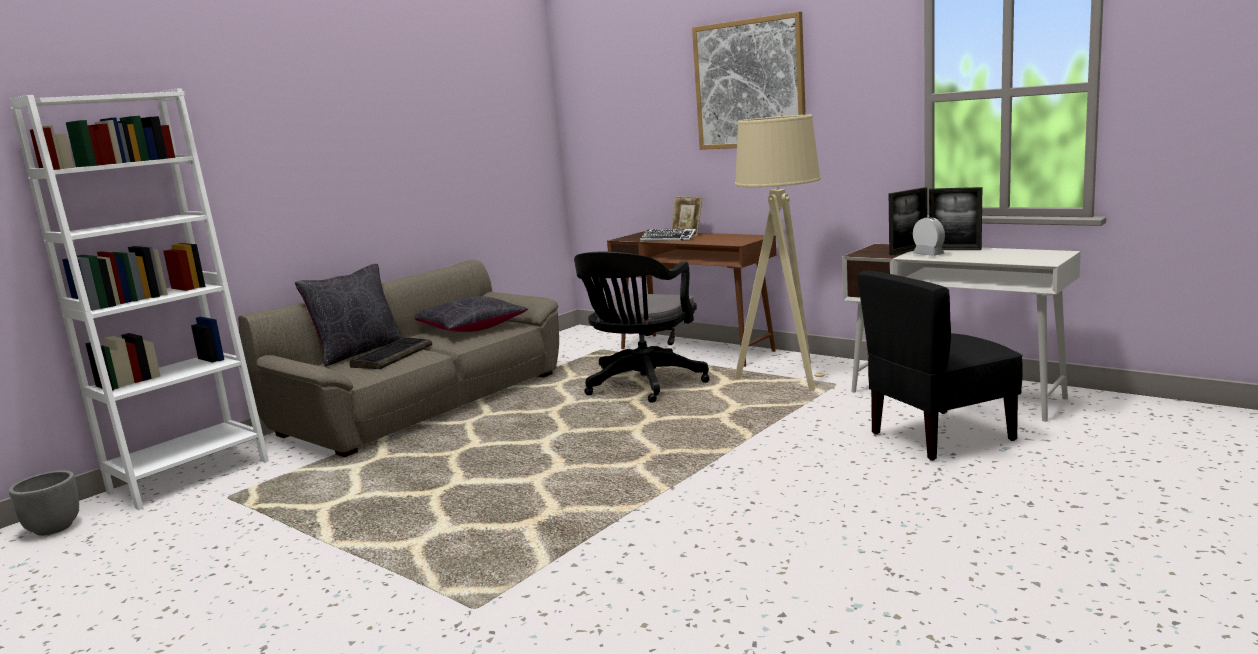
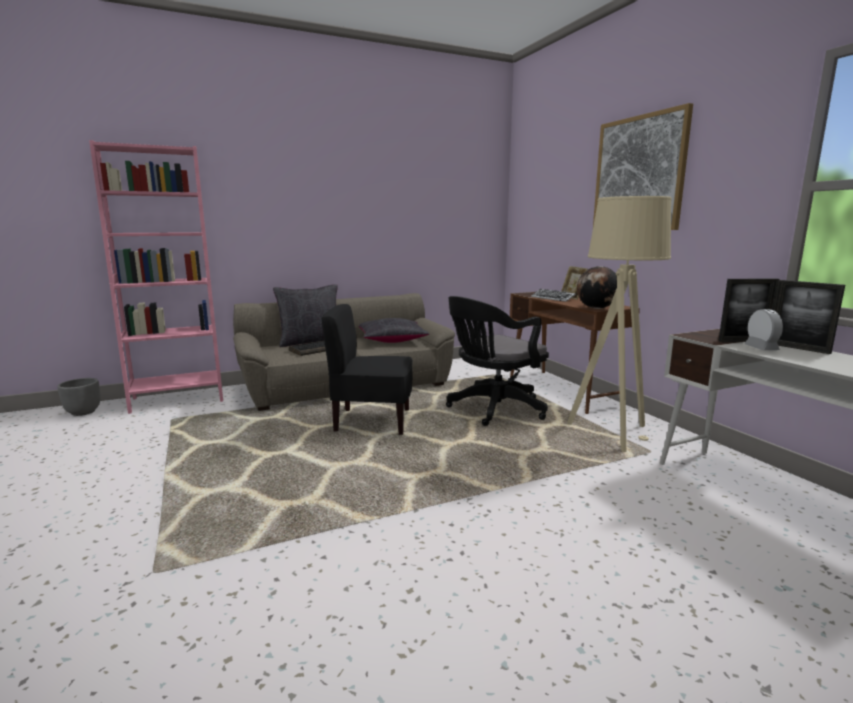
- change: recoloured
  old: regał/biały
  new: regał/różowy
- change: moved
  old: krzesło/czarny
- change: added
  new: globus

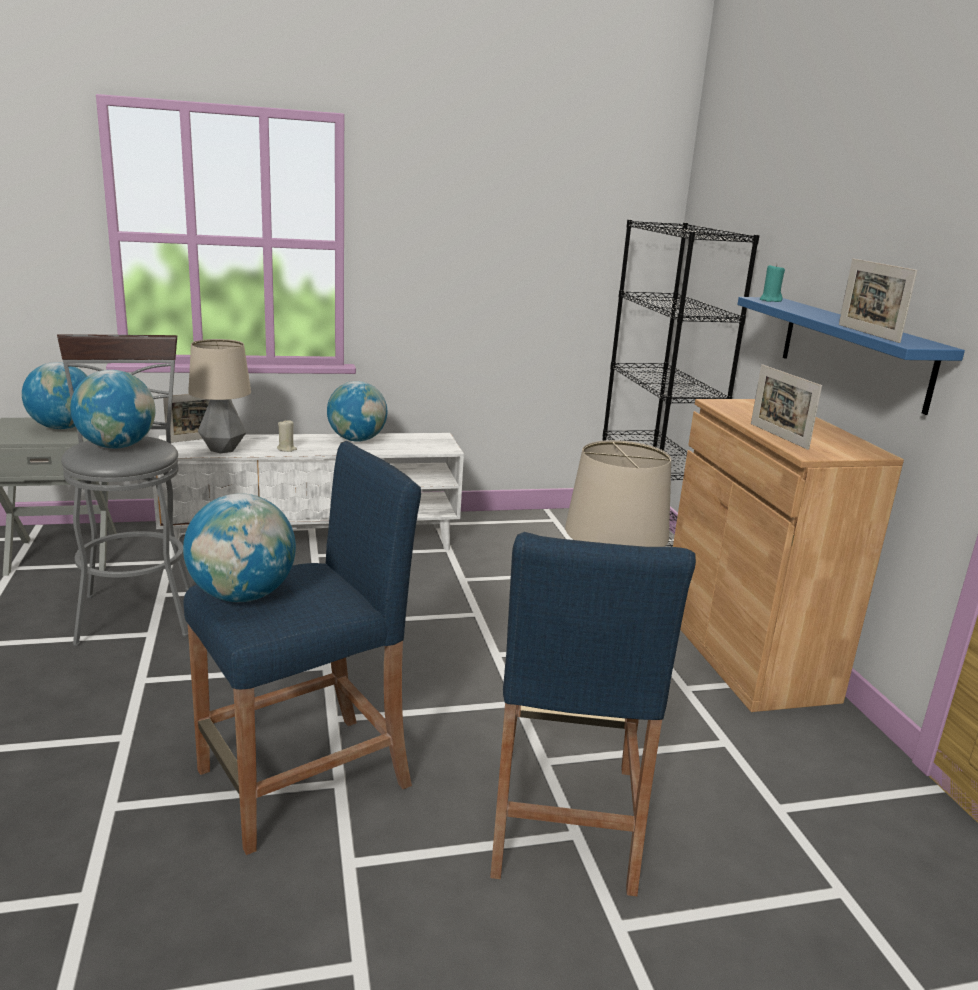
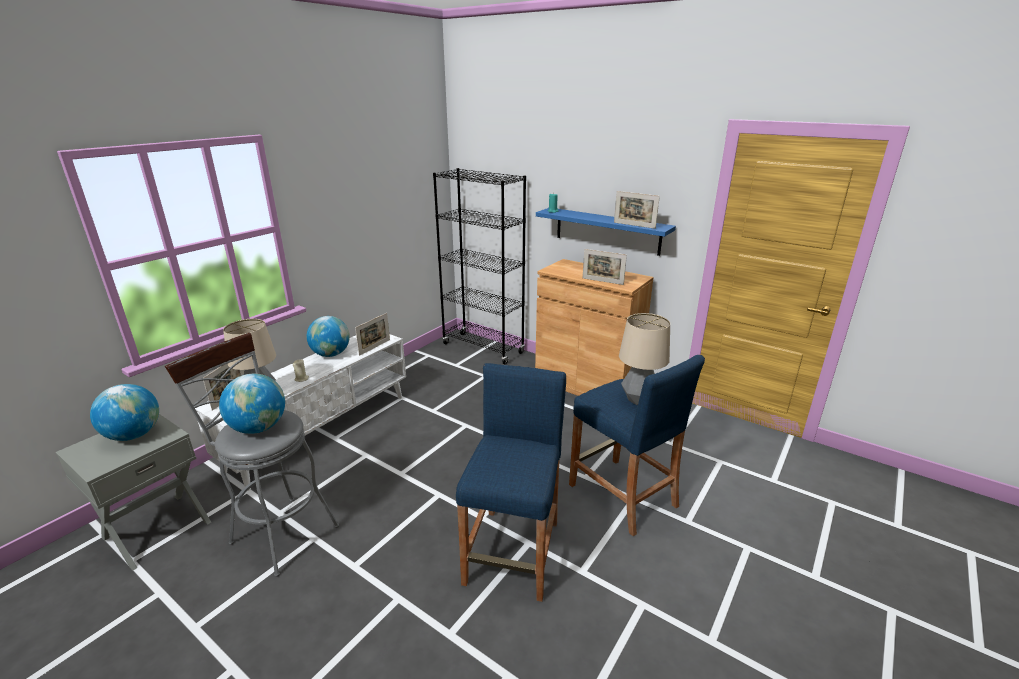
- change: removed
  old: globus (3rd from left)
- change: added
  new: ramka na zdjęcie (2nd from left)

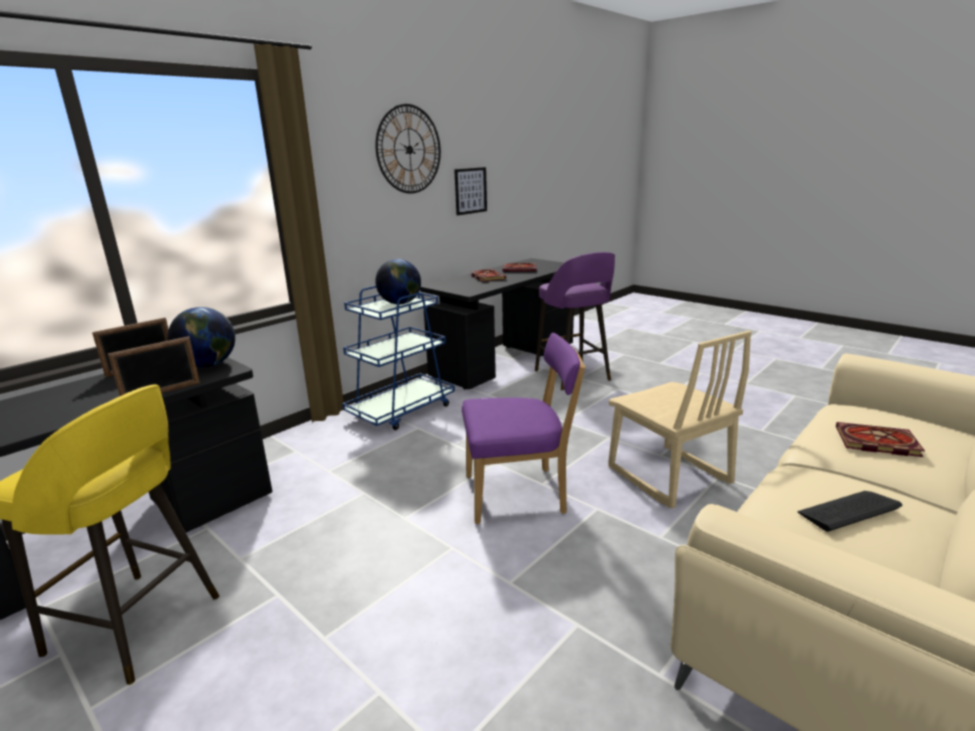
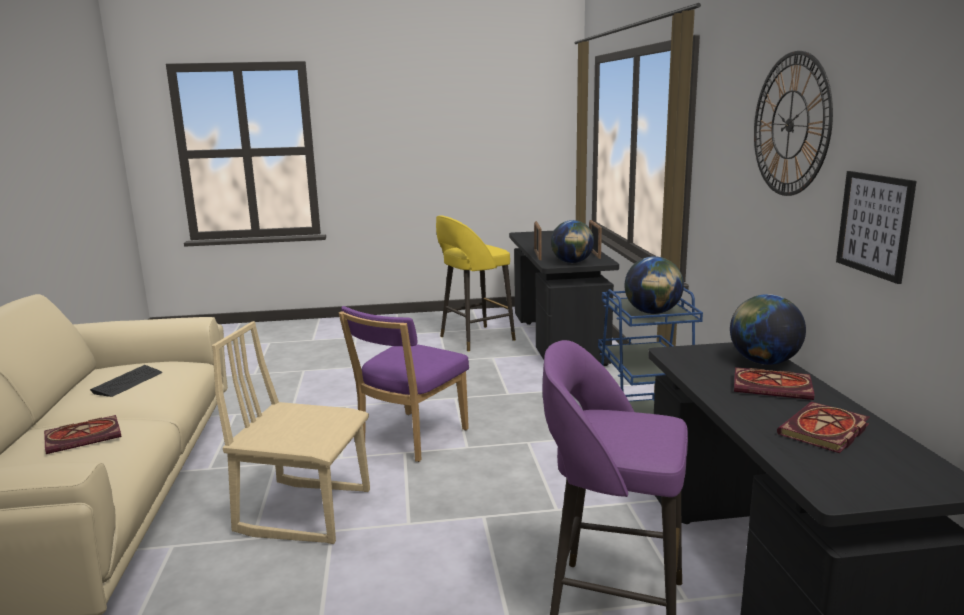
- change: added
  new: globus (3rd from left)

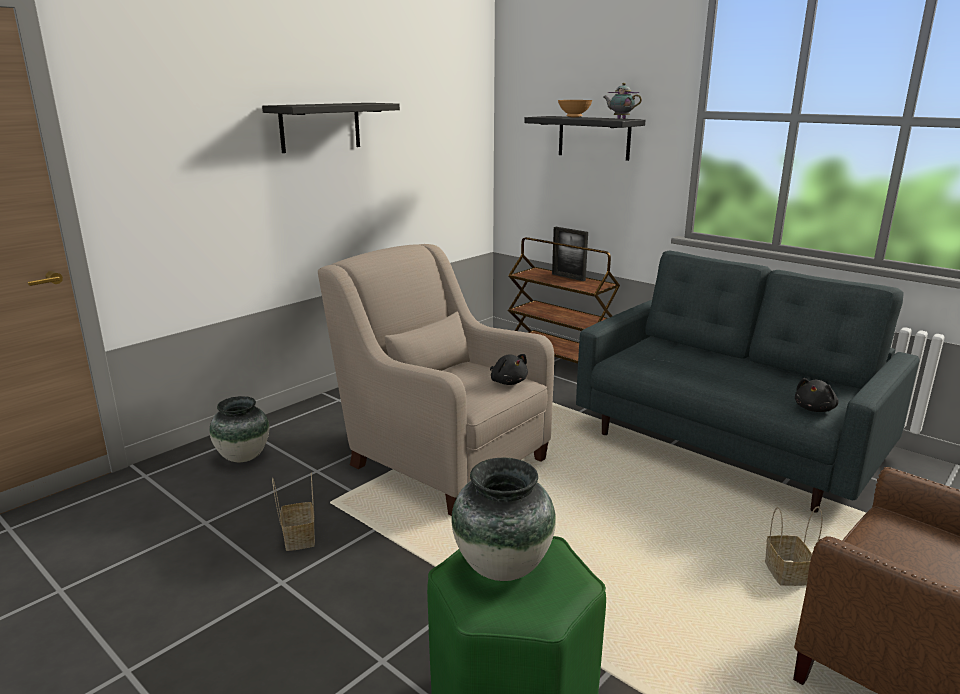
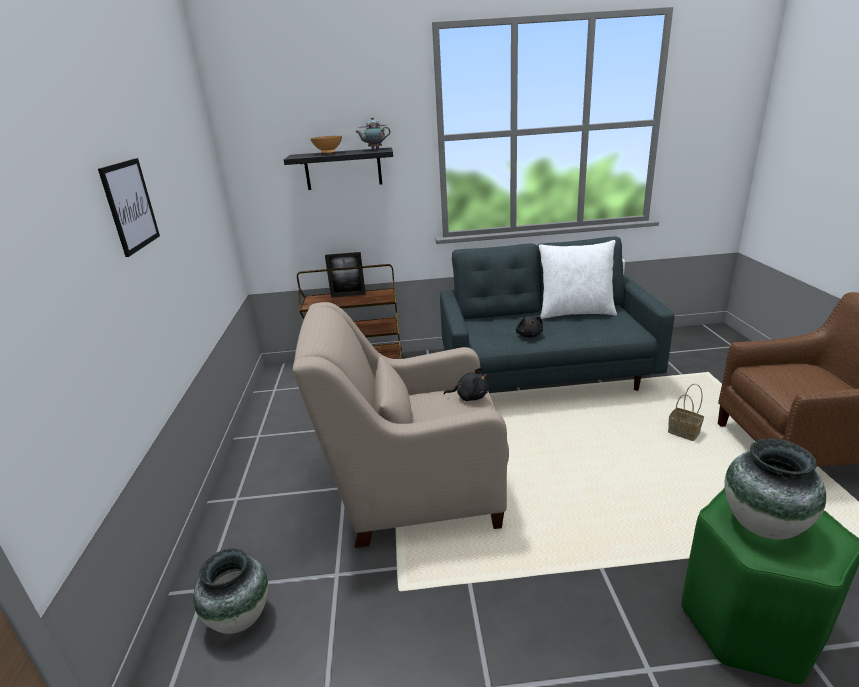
- change: replaced
  old: półka/czarny (1st from left)
  new: obraz
- change: removed
  old: koszyk (1st from left)
- change: moved
  old: pluszak/czarny (2nd from left)
- change: added
  new: poduszka/biały

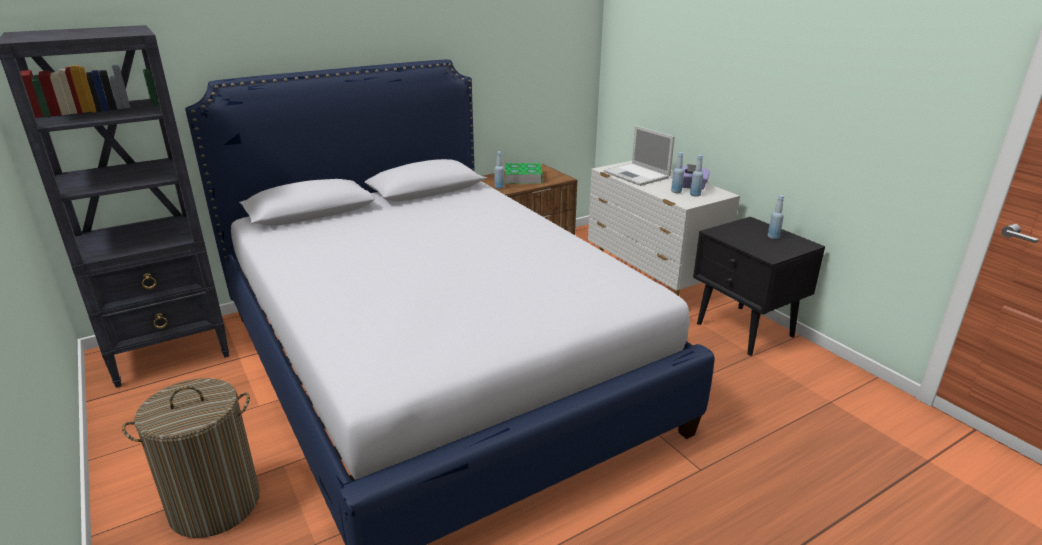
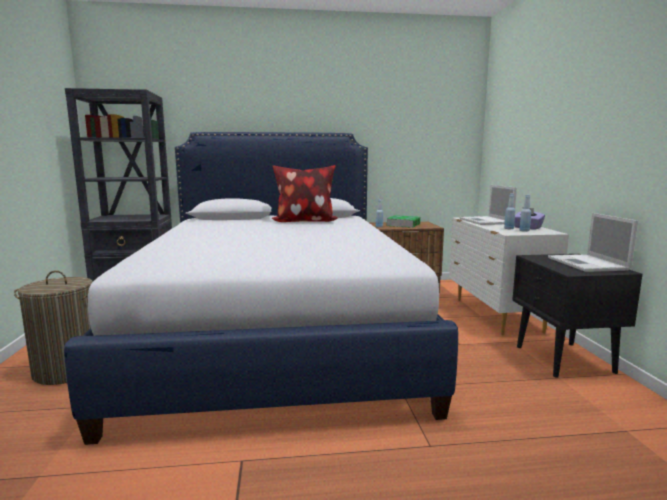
- change: replaced
  old: butelka/niebieski (4th from left)
  new: laptop (2nd from left)
- change: added
  new: poduszka

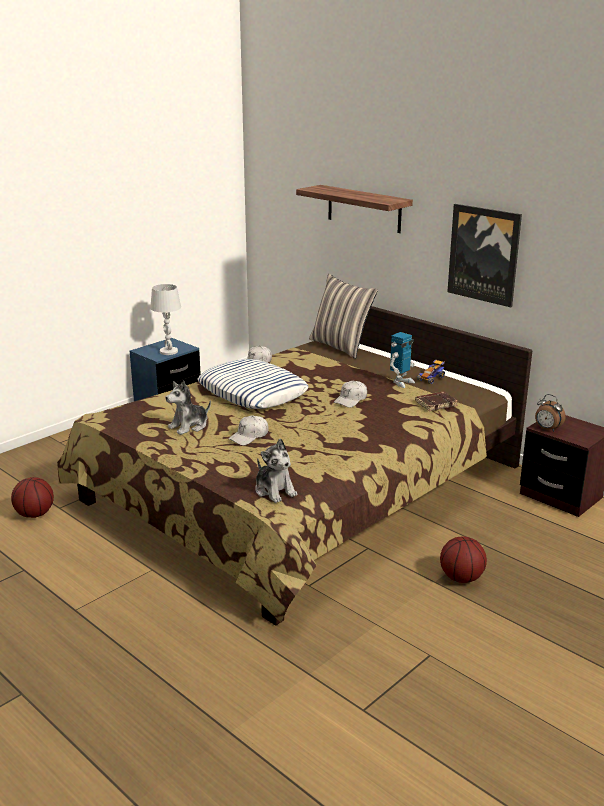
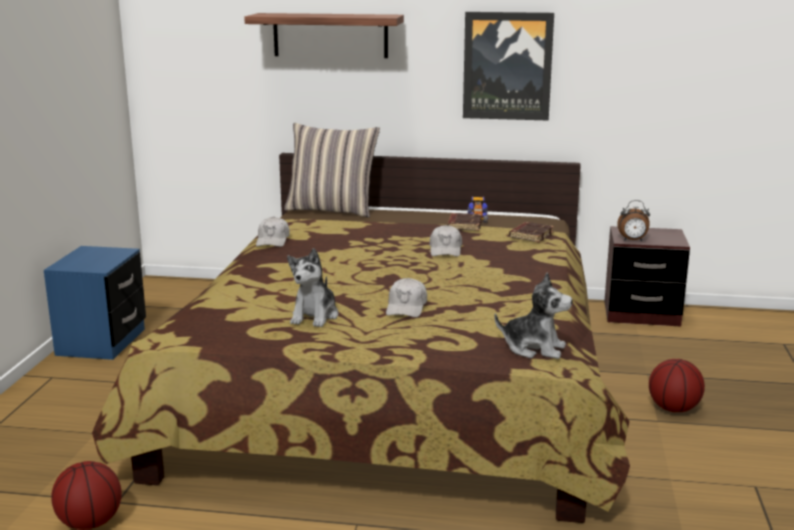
- change: removed
  old: lampa stołowa/biały
- change: removed
  old: poduszka (1st from left)
- change: replaced
  old: robot zabawkowy
  new: książka/brązowy (1st from left)

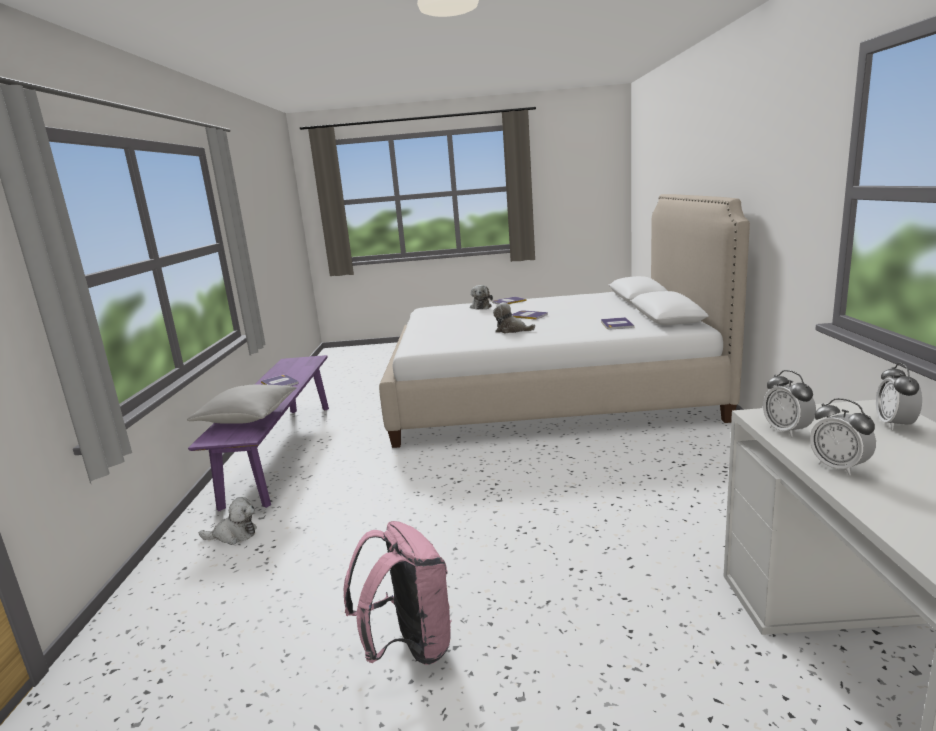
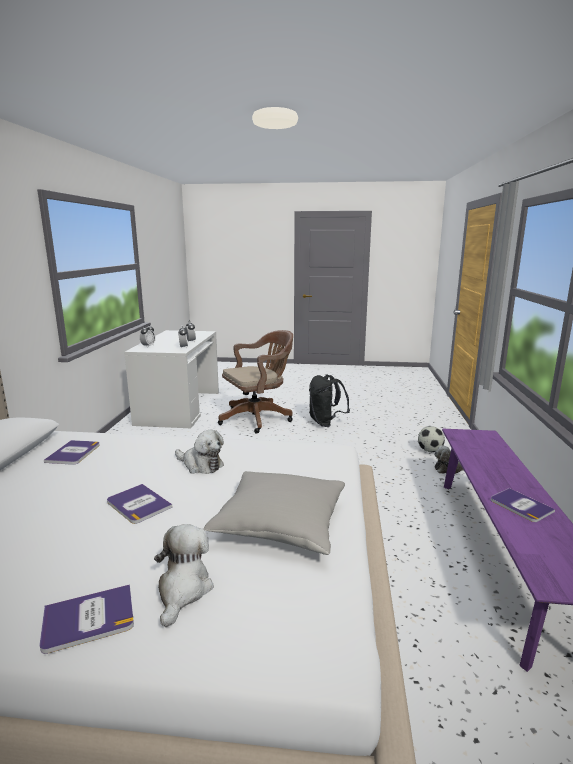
- change: moved
  old: poduszka/szary
- change: recoloured
  old: plecak/różowy
  new: plecak/czarny
- change: added
  new: krzesło biurowe/brązowy
- change: added
  new: piłka futbolowa

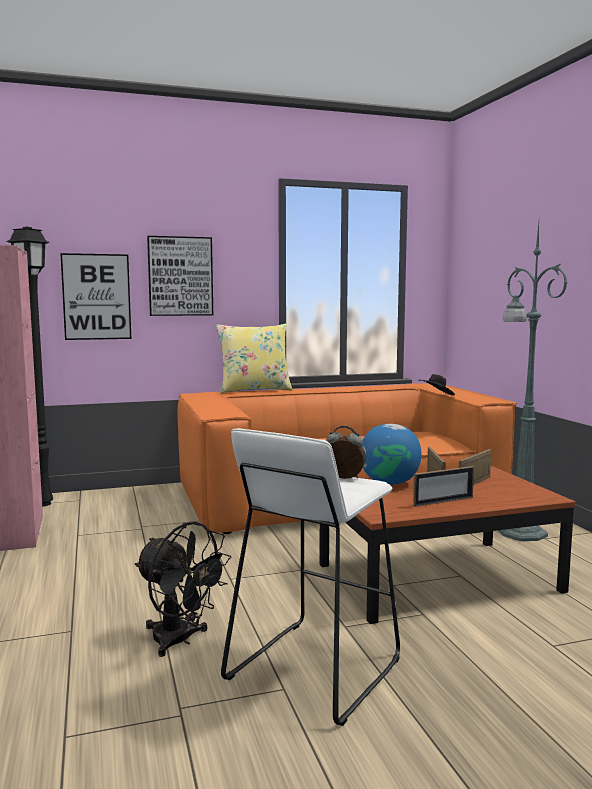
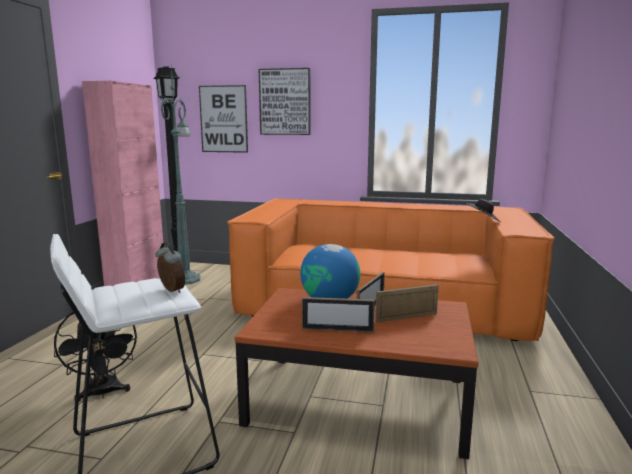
- change: removed
  old: poduszka/żółty
- change: moved
  old: lampa stojąca/zielony

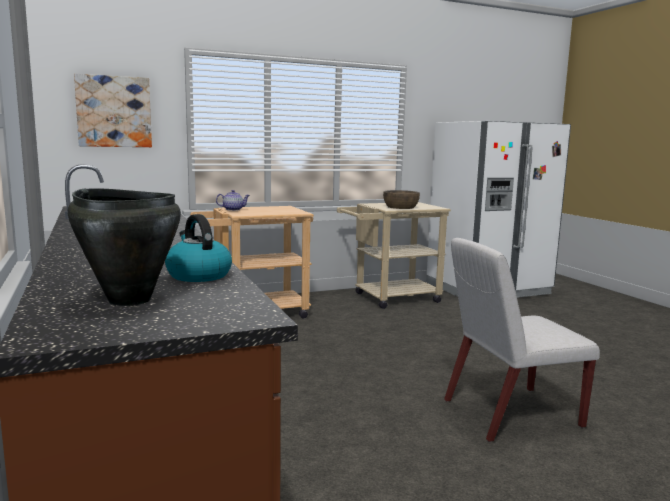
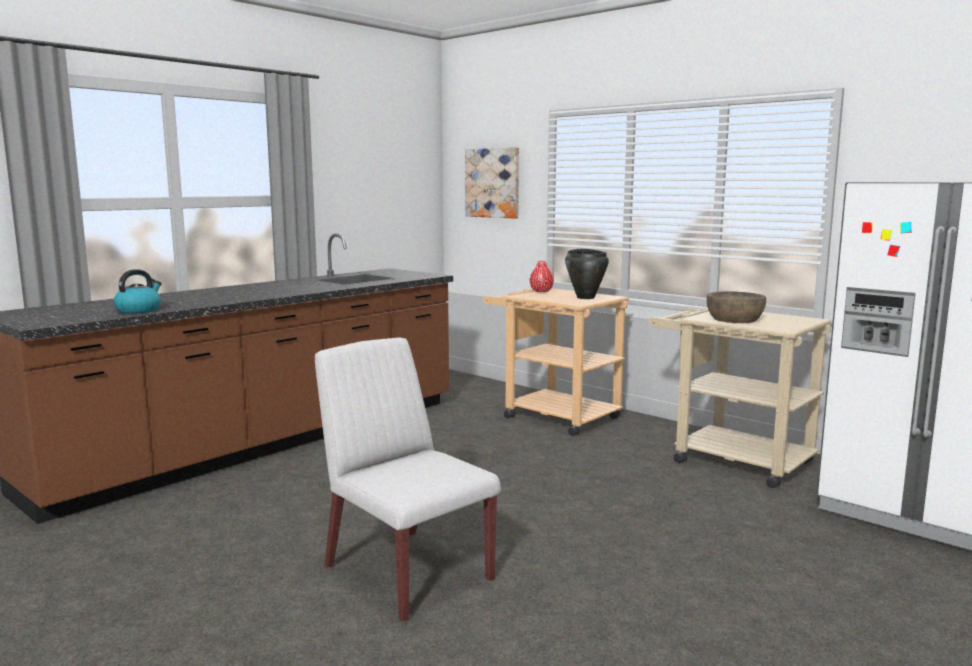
- change: moved
  old: garnek/czarny
- change: replaced
  old: imbryk
  new: wazon/czerwony

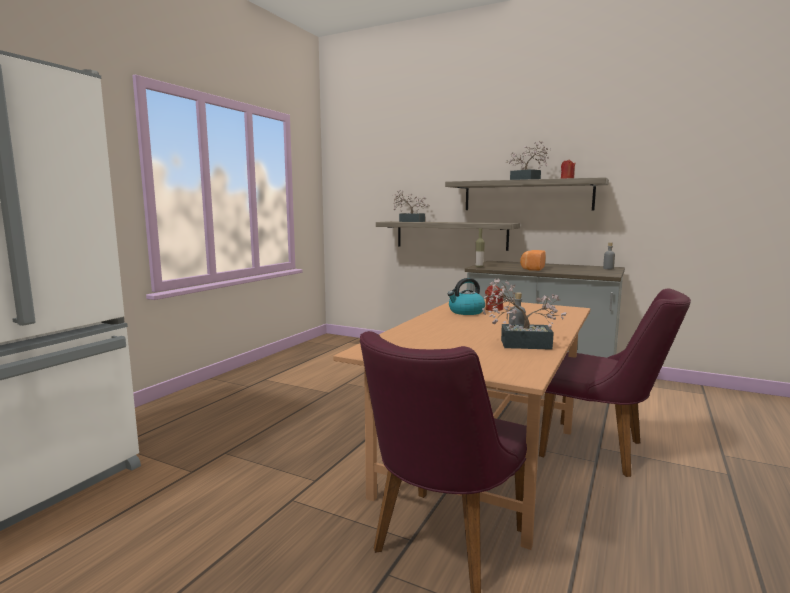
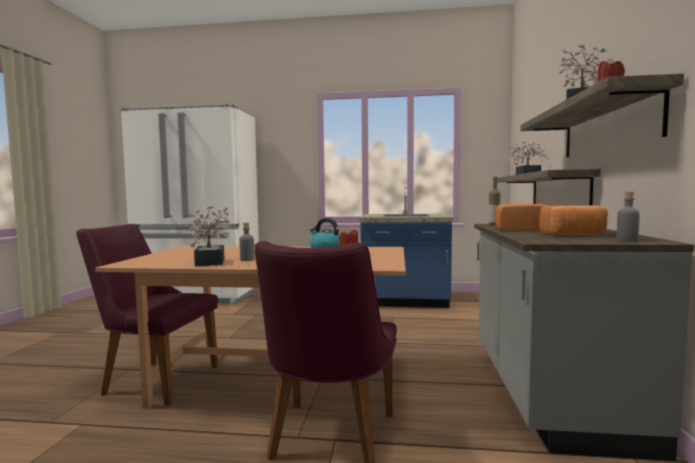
- change: added
  new: zabudowa kuchenna/niebieski
- change: added
  new: chleb (2nd from left)

